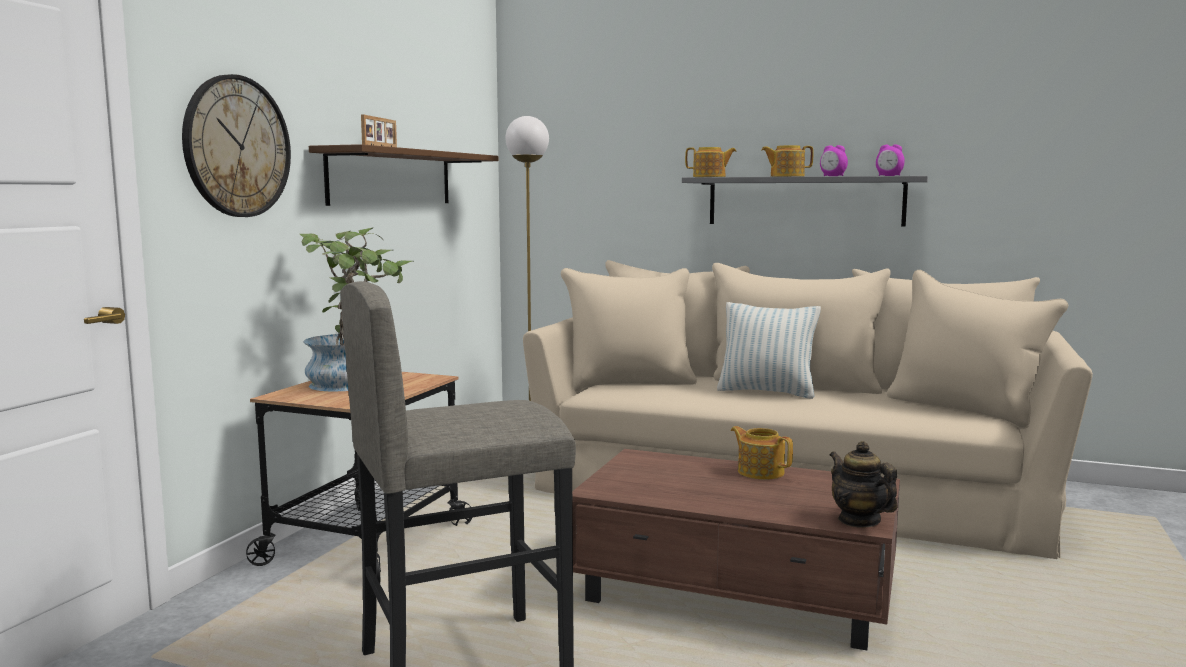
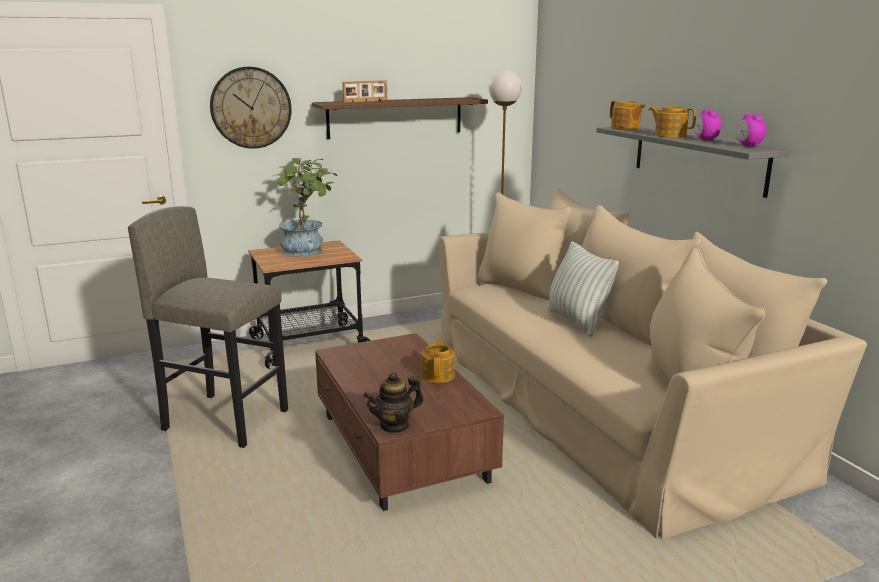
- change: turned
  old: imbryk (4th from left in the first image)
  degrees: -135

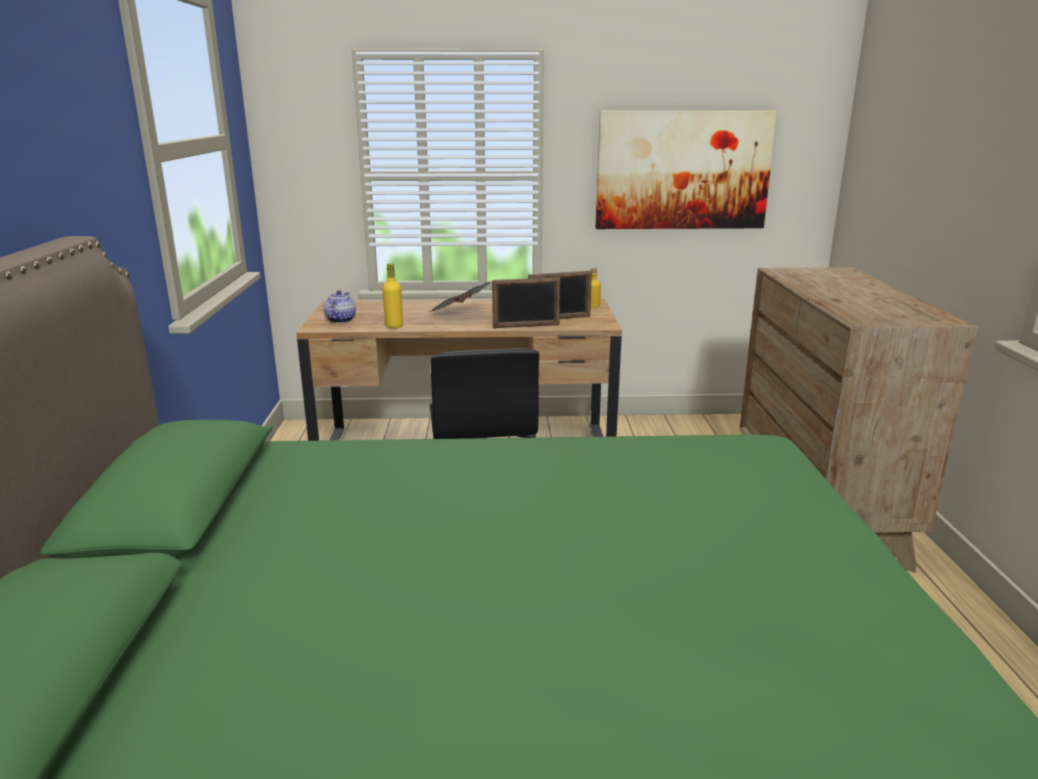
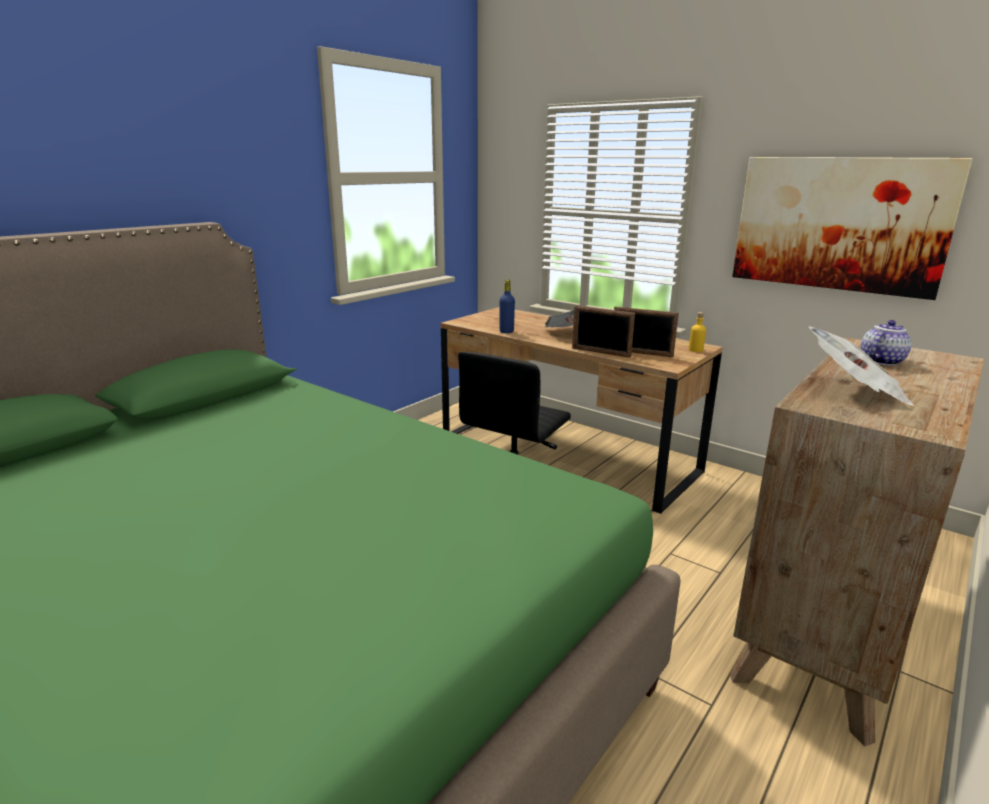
- change: moved
  old: imbryk
- change: recoloured
  old: butelka/żółty (1st from left)
  new: butelka/niebieski
- change: added
  new: gazeta (2nd from left)

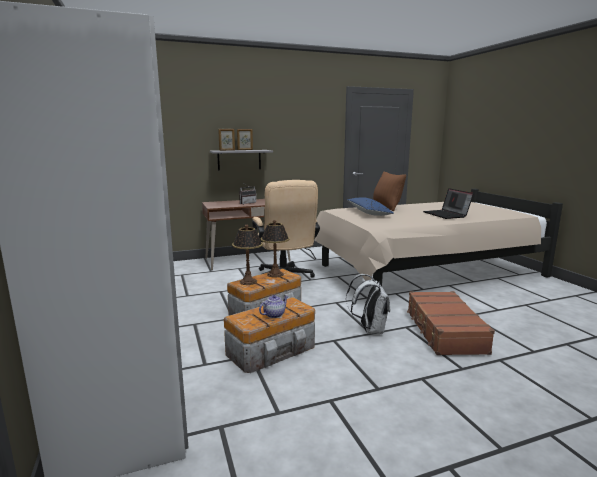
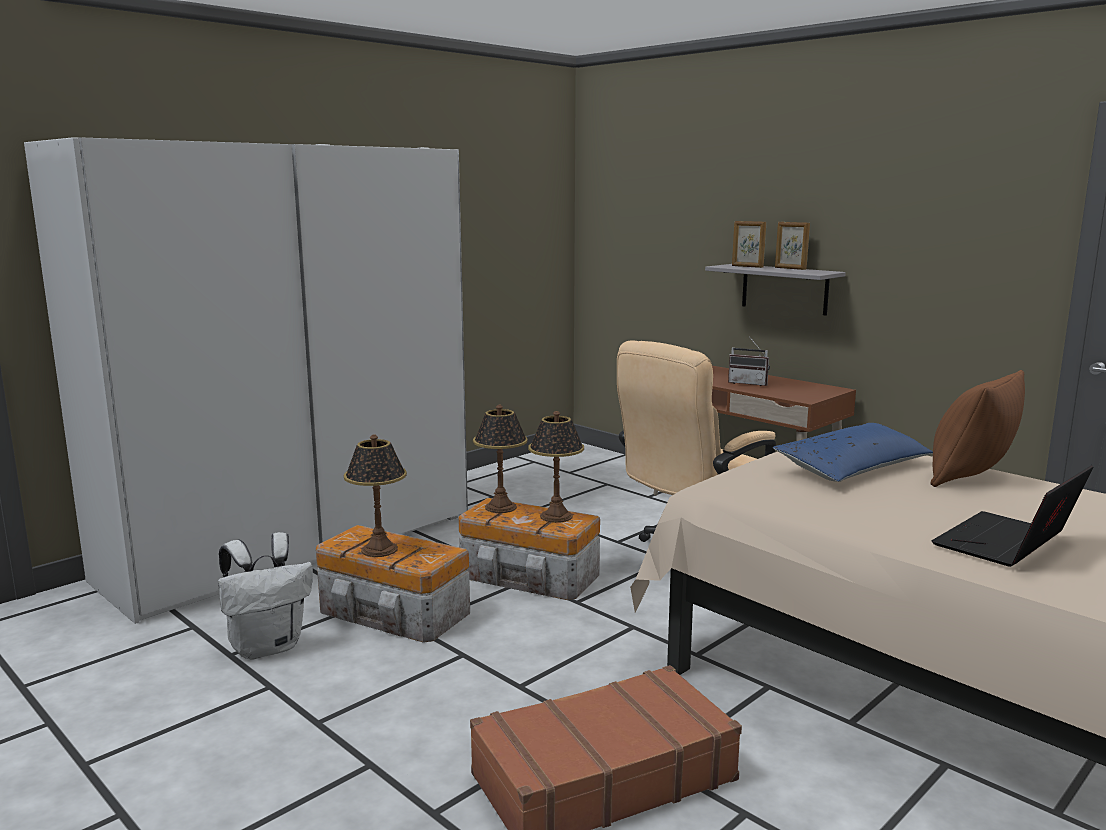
- change: replaced
  old: imbryk
  new: lampa stołowa (1st from left)
- change: moved
  old: plecak/biały

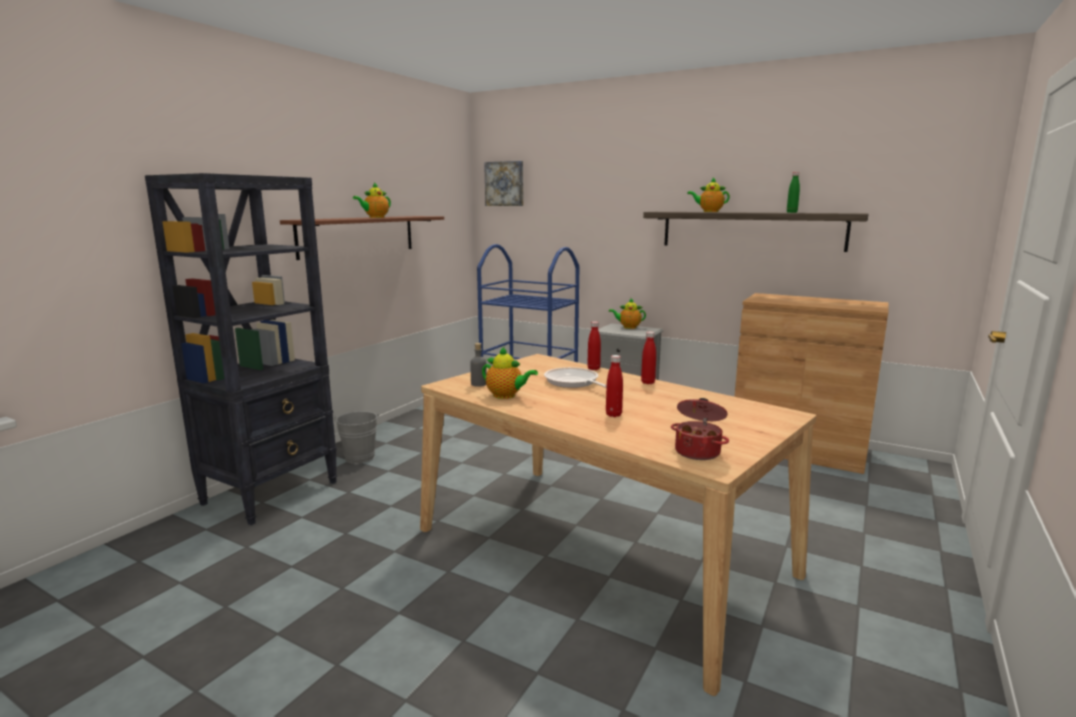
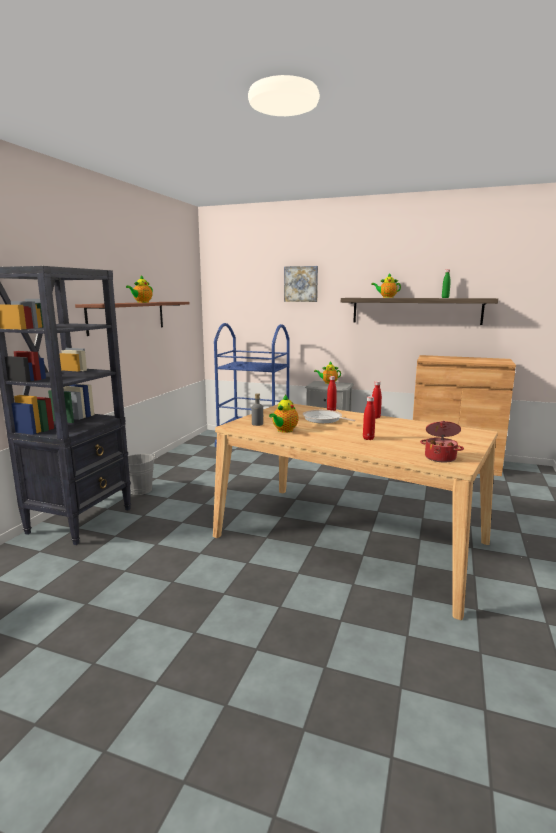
- change: turned
  old: imbryk (2nd from left)
  degrees: 105
- change: moved
  old: obraz

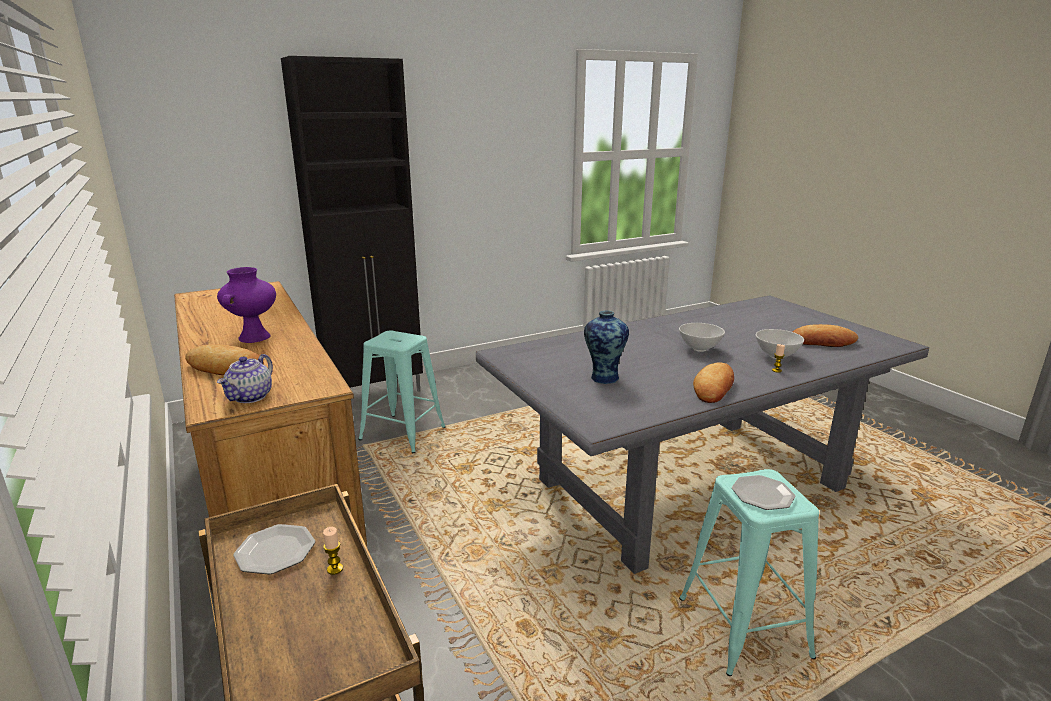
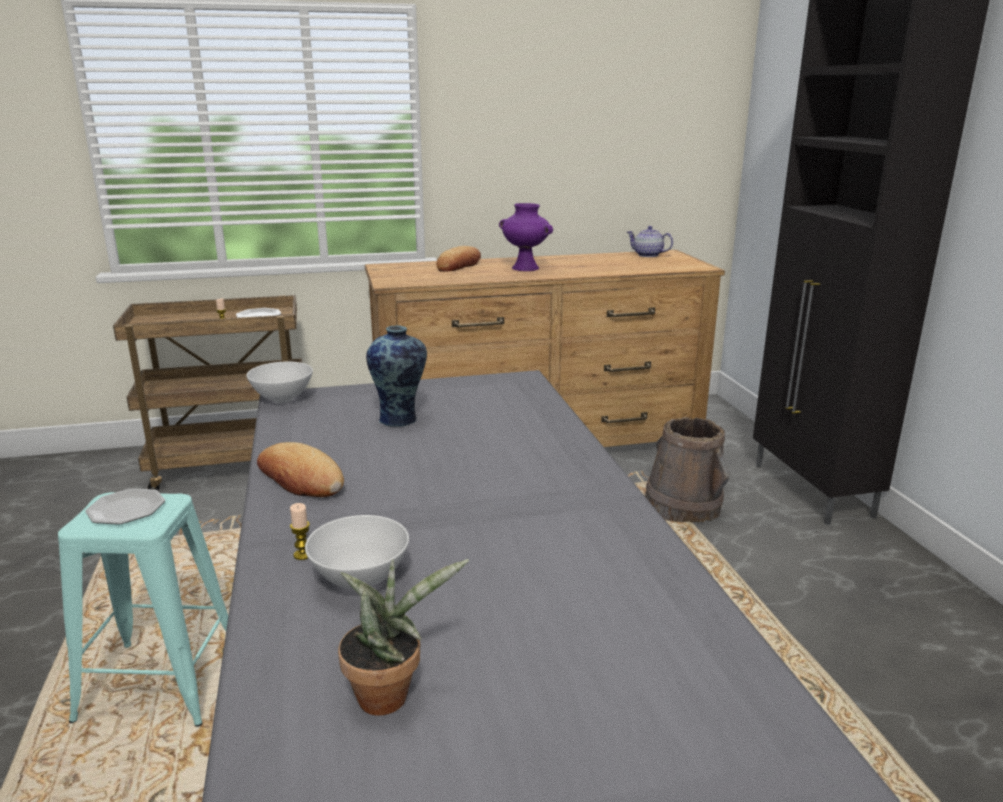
- change: moved
  old: imbryk
- change: replaced
  old: stołek/turkusowy (1st from left)
  new: wiadro/brązowy
- change: moved
  old: miska/biały (1st from left)
- change: replaced
  old: chleb (3rd from left)
  new: roślina doniczkowa

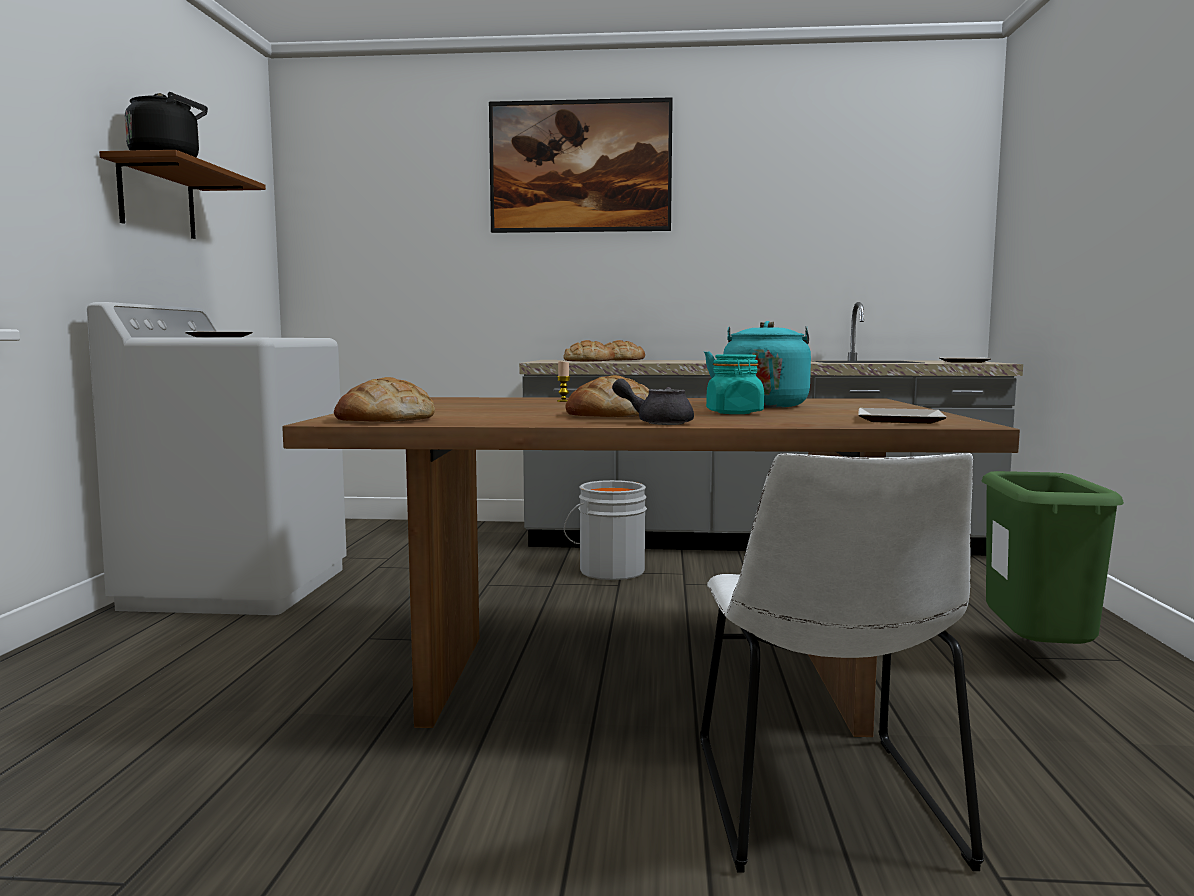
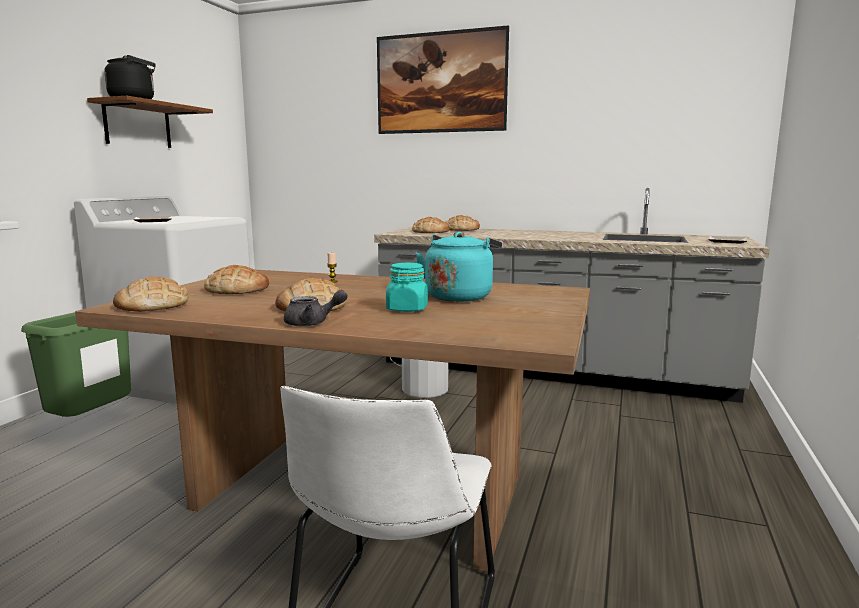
- change: turned
  old: imbryk/szary
  degrees: 135
- change: removed
  old: talerz (2nd from left)
- change: moved
  old: kosz na śmieci/zielony
- change: added
  new: chleb (2nd from left)

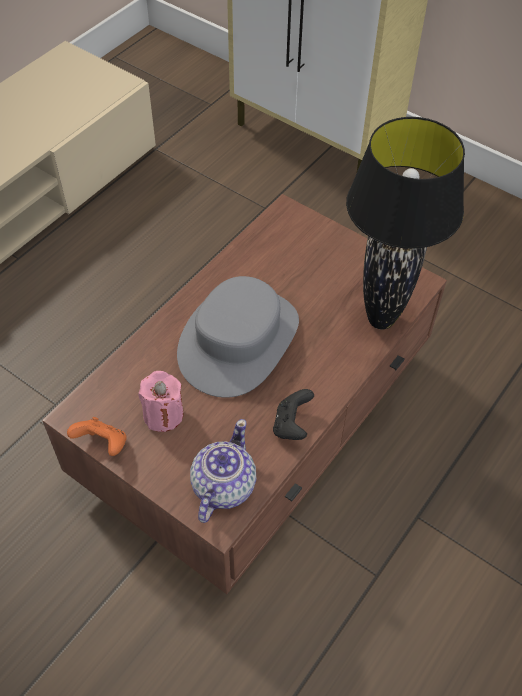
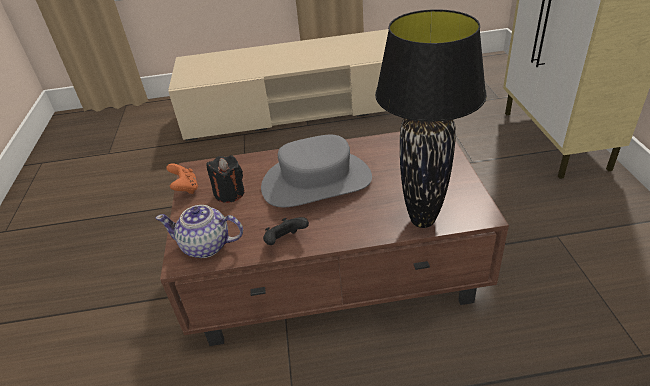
- change: recoloured
  old: świeca/różowy
  new: świeca/czarny
- change: turned
  old: imbryk
  degrees: -150

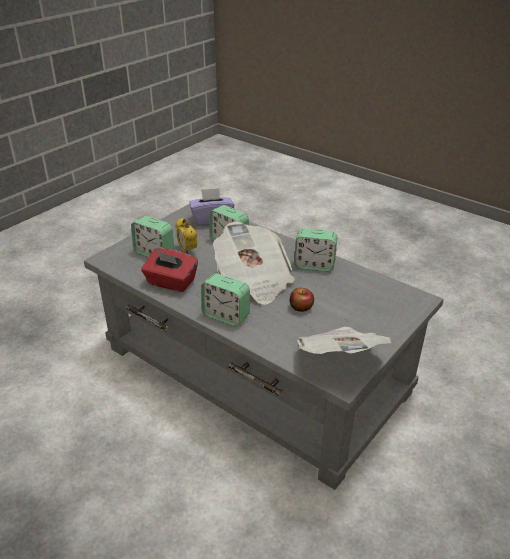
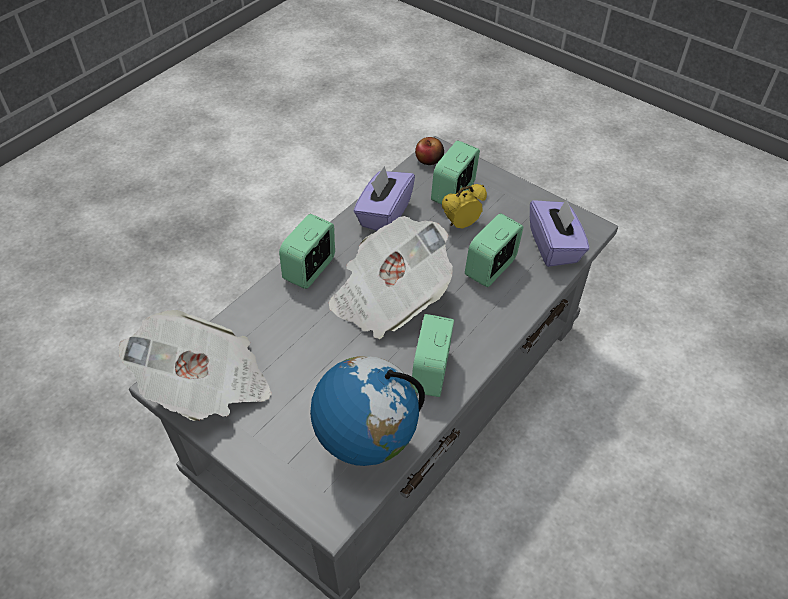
- change: recoloured
  old: pudełko chusteczek/czerwony
  new: pudełko chusteczek/fioletowy (1st from left)
- change: moved
  old: jabłko
- change: added
  new: globus

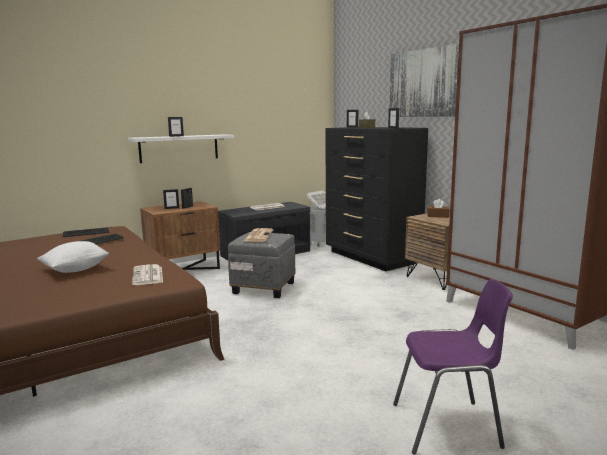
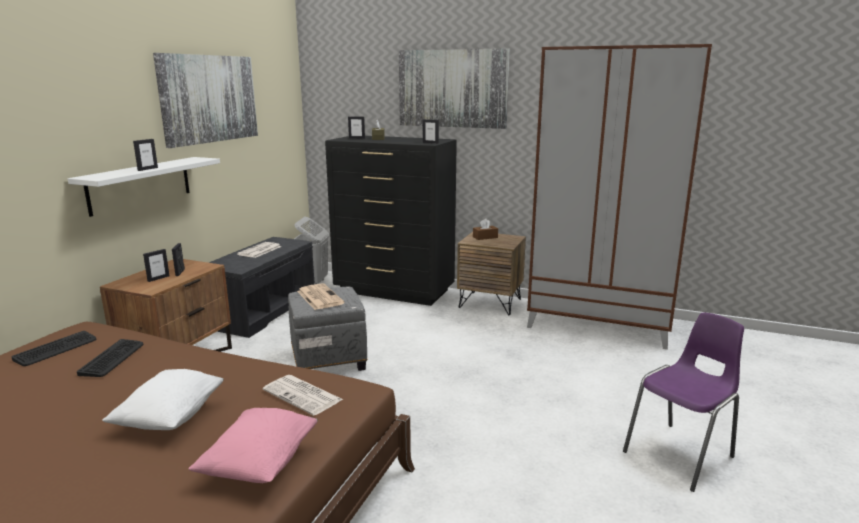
- change: added
  new: obraz (1st from left)
- change: added
  new: poduszka/różowy

